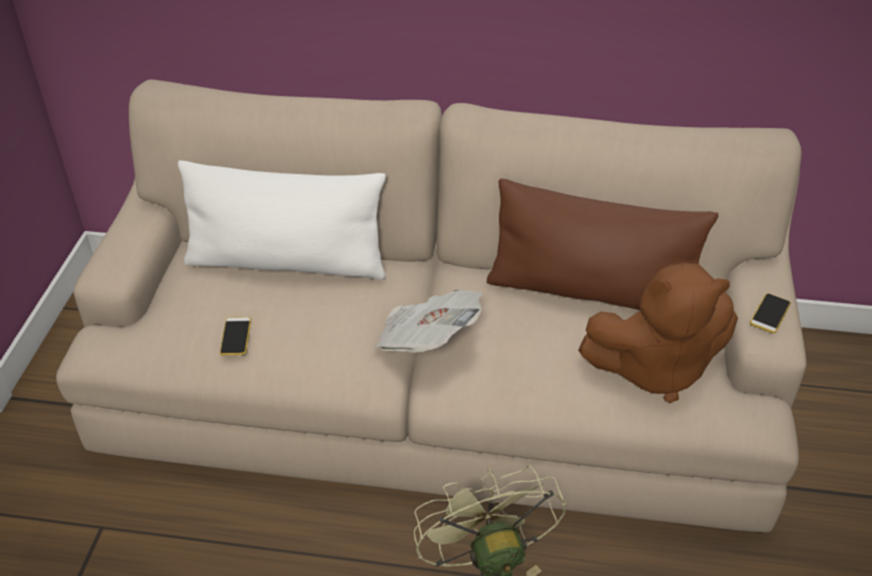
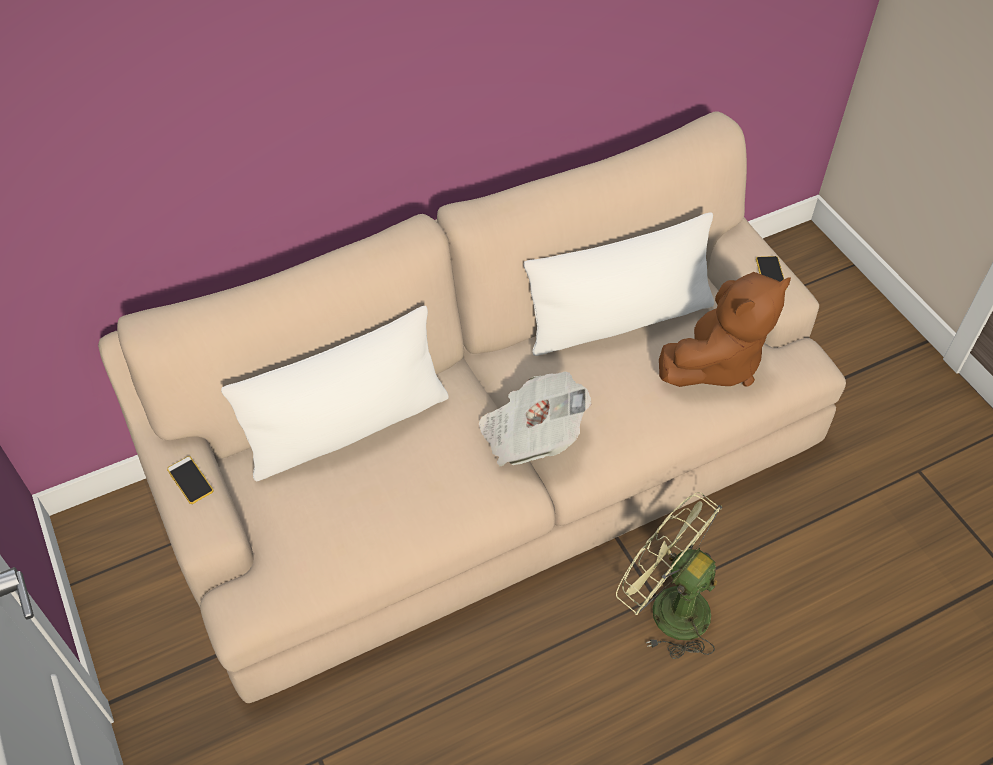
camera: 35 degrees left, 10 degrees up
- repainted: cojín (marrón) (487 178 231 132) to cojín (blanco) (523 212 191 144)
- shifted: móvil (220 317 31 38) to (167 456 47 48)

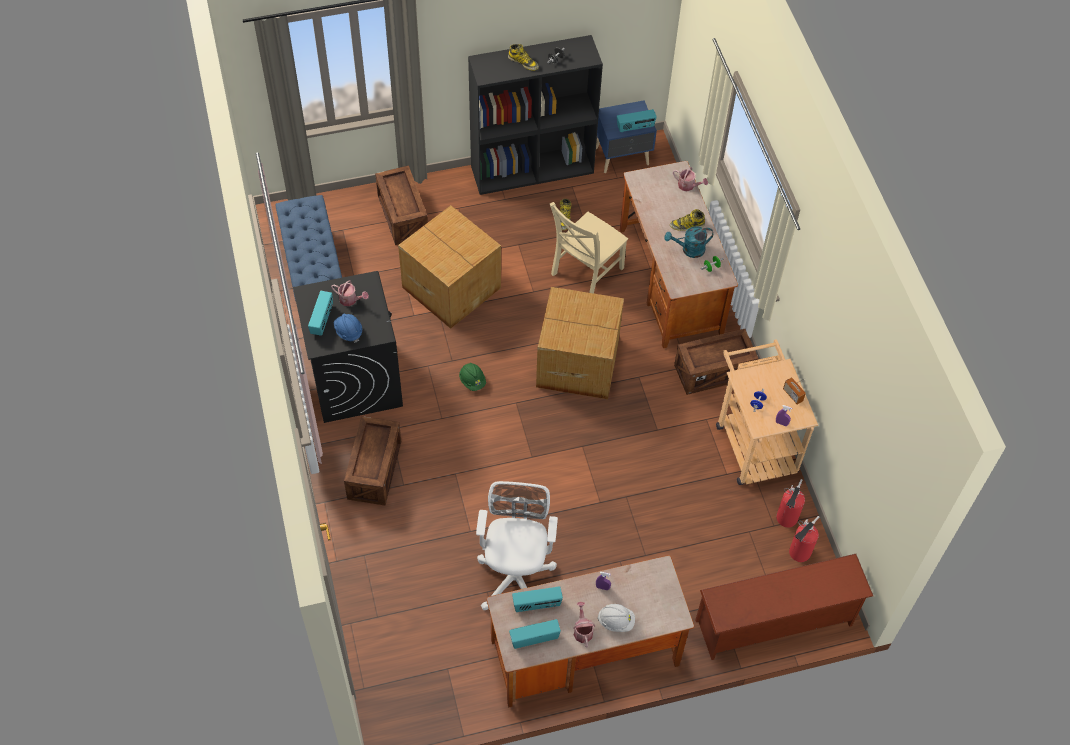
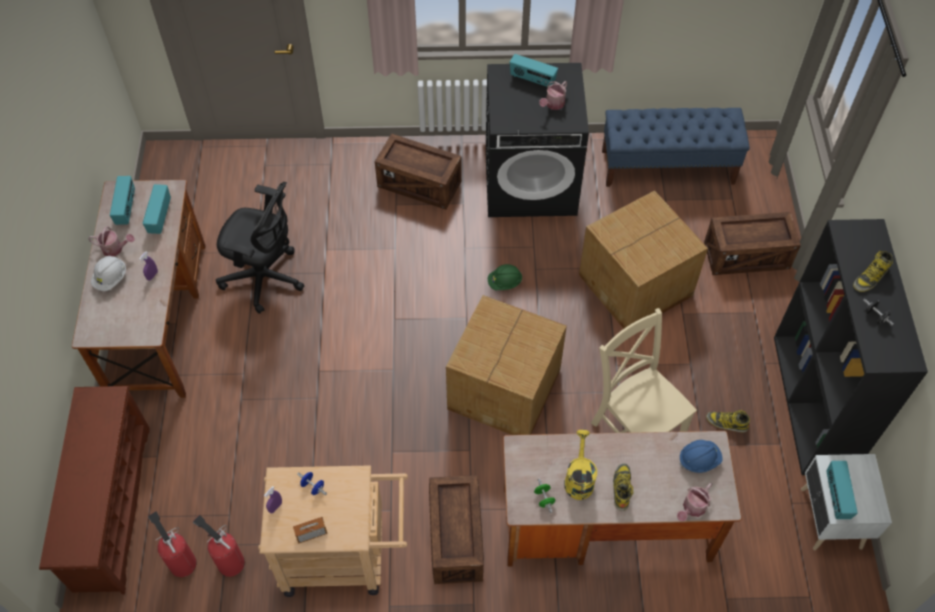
camera: 105 degrees right, 0 degrees up
- repainted: mesita de noche (azul) (596 100 61 73) to mesita de noche (blanco) (801 454 91 97)
- repainted: regadera (turquesa) (665 226 48 32) to regadera (amarillo) (564 430 33 70)
- shifted: casco (azul) (334 314 28 29) to (679 440 44 33)
- repainted: silla de oficina (blanco) (476 481 82 129) to silla de oficina (negro) (216 182 88 132)

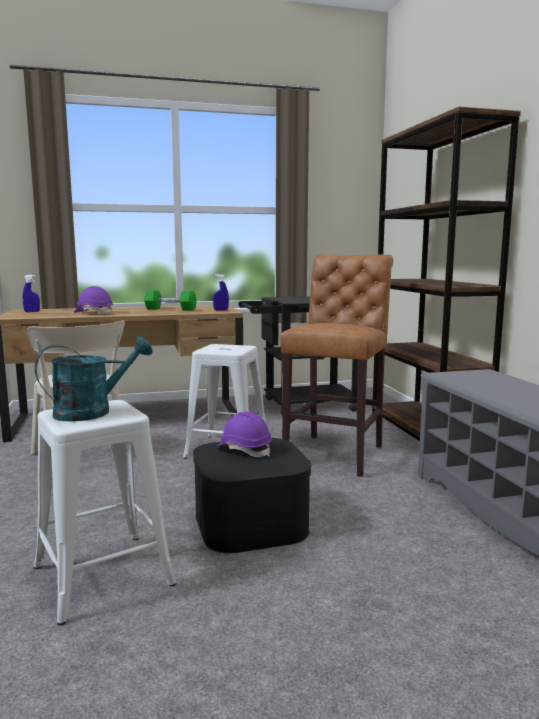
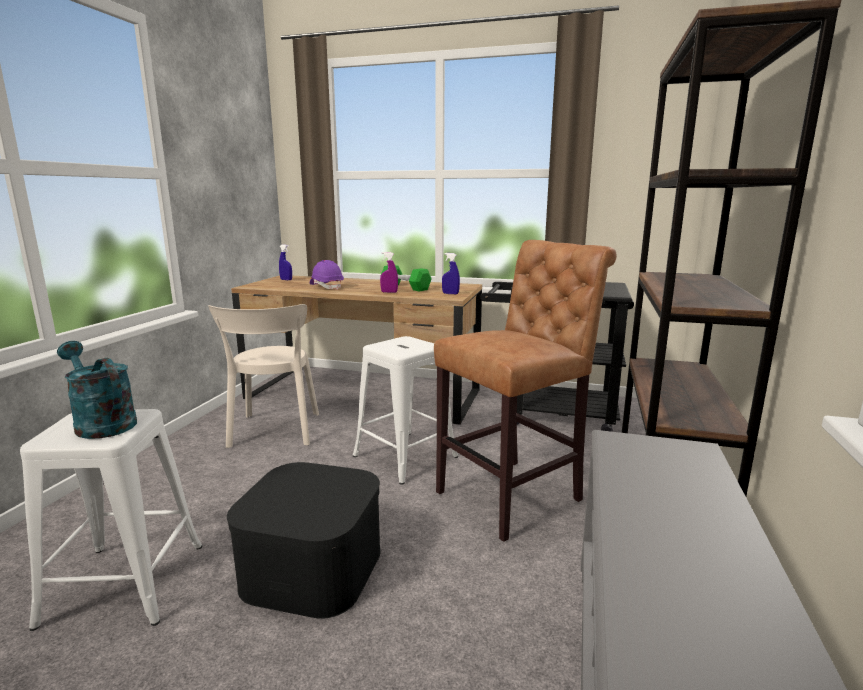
camera: 30 degrees right, 5 degrees up
- rotated: regadera (turquesa) (34 336 119 86) = (57 341 80 98) 135 degrees counterclockwise
- gone: casco (morado) (216 411 56 46)
- new: pulverizador (morado) (380 252 18 41)

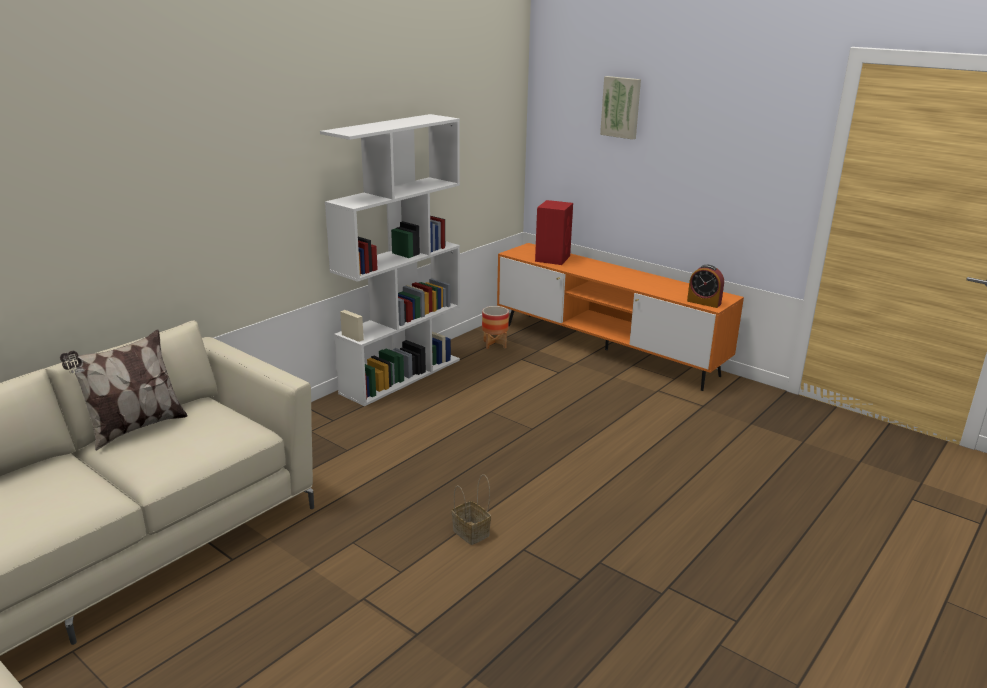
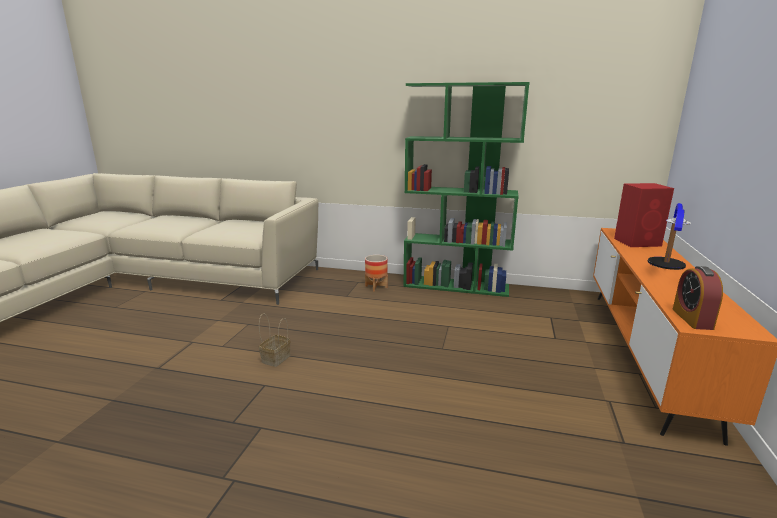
camera: 65 degrees right, 5 degrees down
- gone: cuadro (600 76 41 64)
- repainted: estantería (blanco) (320 114 140 292) to estantería (verde) (403 82 127 215)
- shifted: maceta (482 306 27 43) to (365 255 23 37)
- gone: cojín (60 329 127 122)
- new: lámpara de mesa (648 203 43 67)

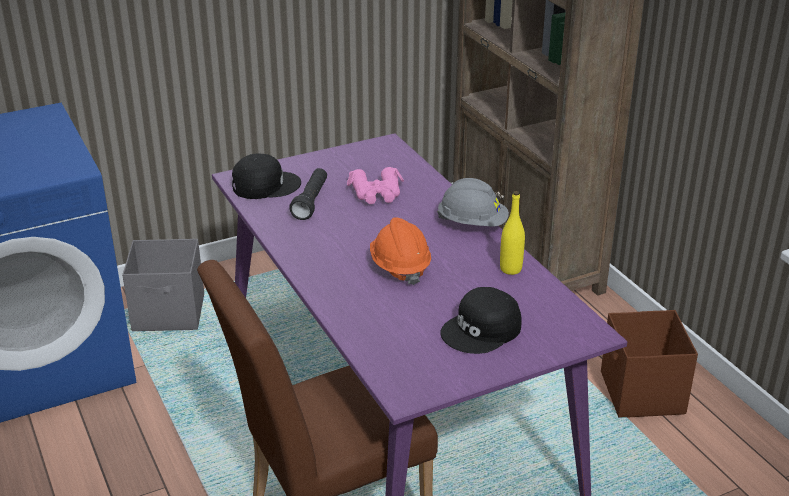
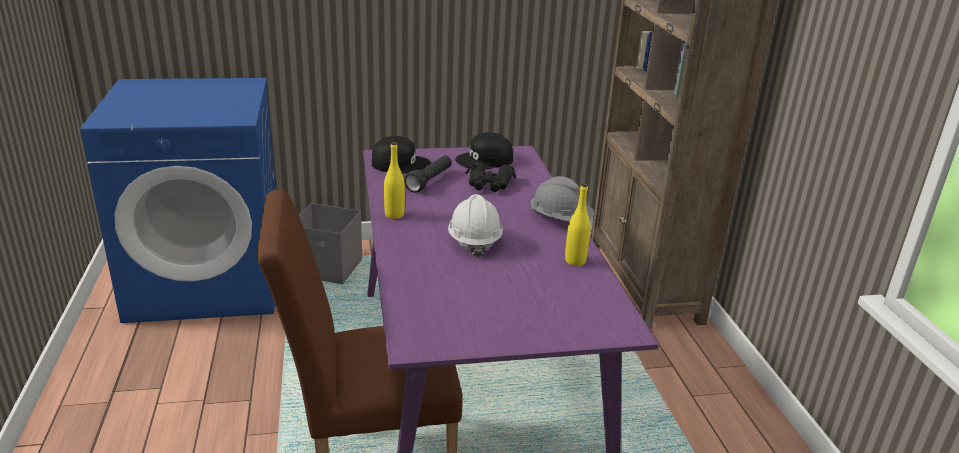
camera: 15 degrees right, 5 degrees down
- repainted: prismáticos (rosa) (347 167 57 37) to prismáticos (negro) (466 162 50 30)
- repainted: casco (naranja) (370 218 61 67) to casco (blanco) (448 194 55 63)
- shifted: gorra (negro) (440 287 82 67) to (455 132 58 37)
- gone: caja de almacenaje (marrón) (601 310 97 108)
- new: botella (amarillo) (384 142 21 77)

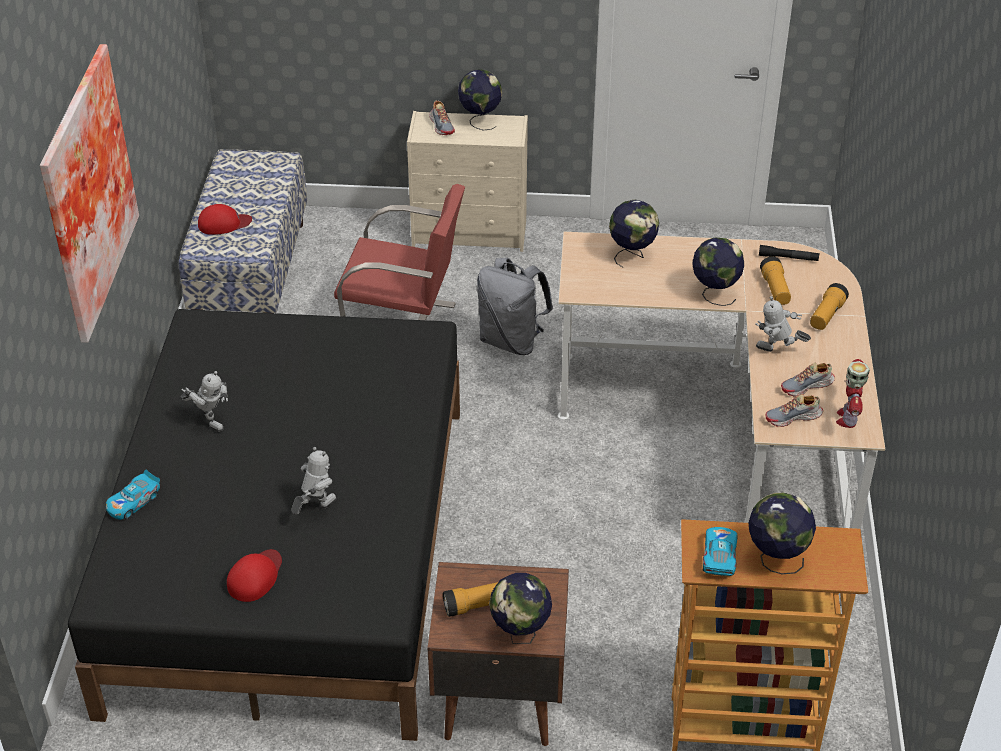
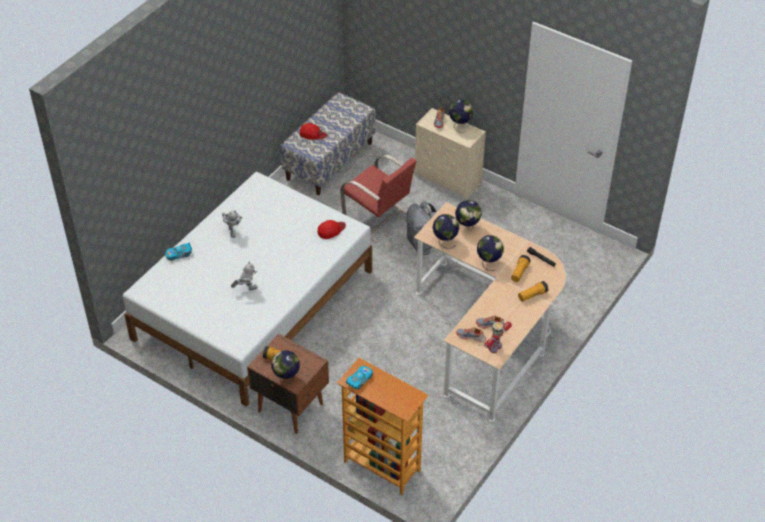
camera: 30 degrees right, 5 degrees up
- gone: cuadro (40 44 99 299)
- gone: robot de juguete (755 296 56 56)
- repainted: cama (negro) (68 309 392 432) to cama (blanco) (123 172 249 235)
- shifted: globo terráqueo (749 492 67 82) to (433 214 26 35)
- shifted: gorra (rojo) (227 549 55 53) to (318 220 28 19)

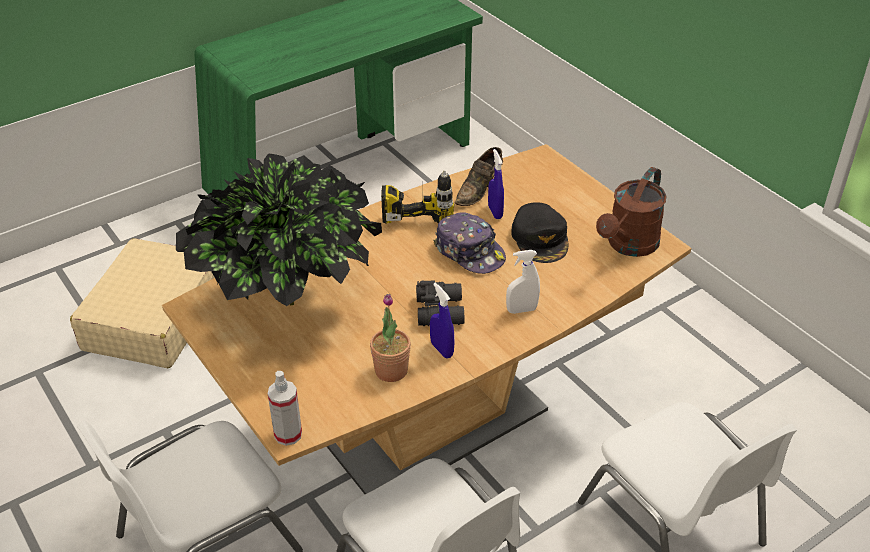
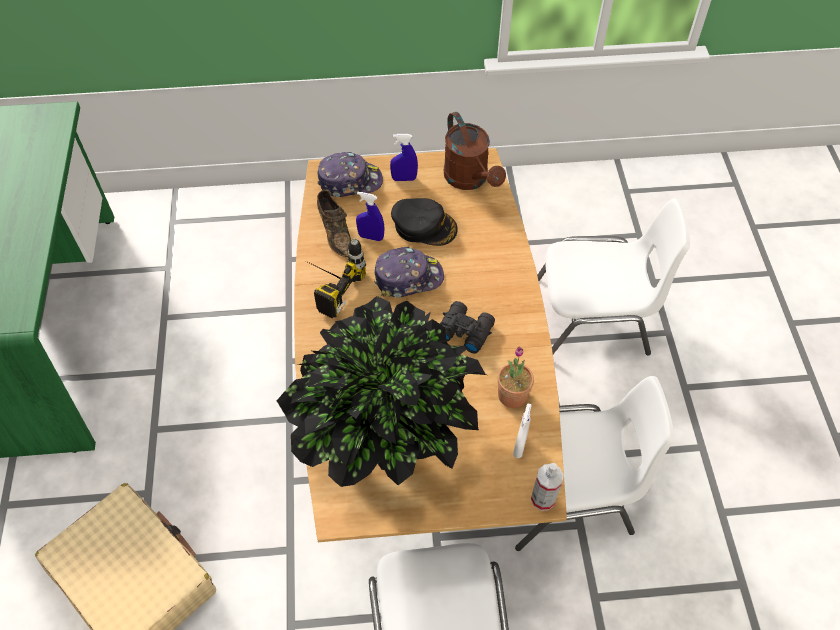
camera: 60 degrees left, 15 degrees up
- shifted: pulverizador (blanco) (506 250 34 64) to (513 404 19 54)
- shifted: pulverizador (azul) (430 283 25 75) to (390 134 28 47)
- new: gorra (317 152 66 45)

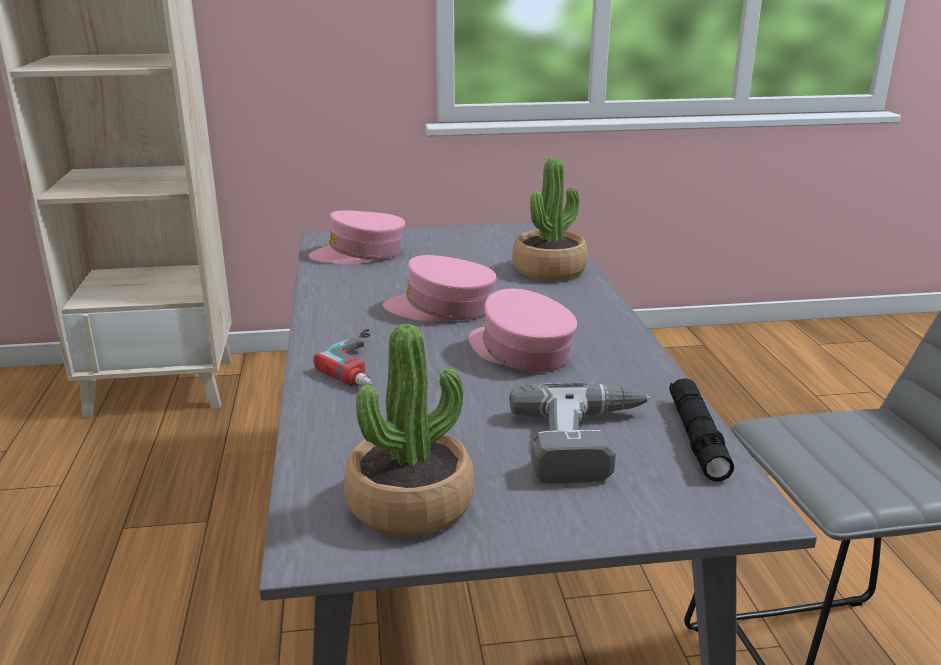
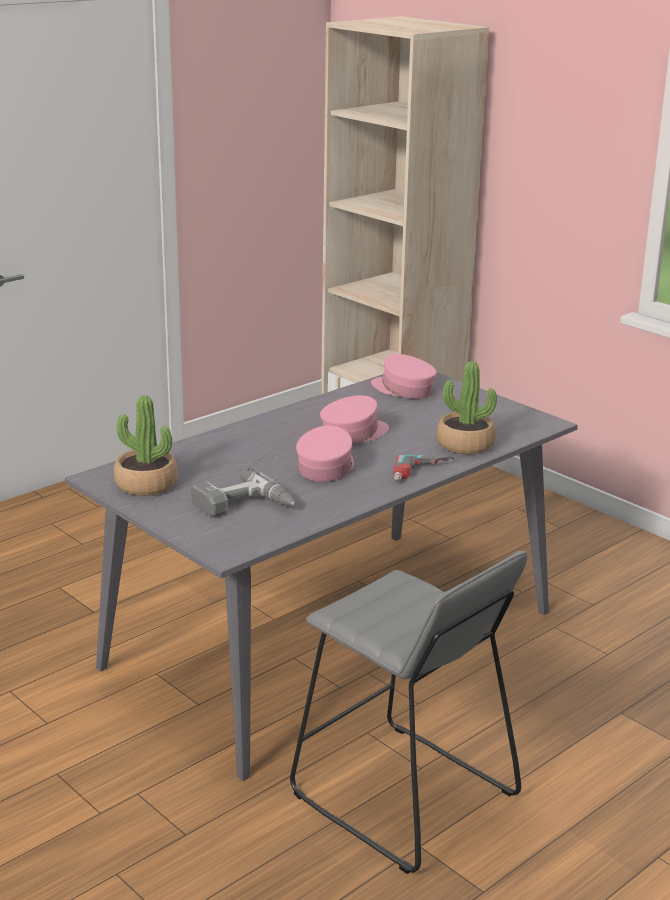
camera: 55 degrees right, 0 degrees up
- rotated: gorra (rosa) (383 255 113 66) = (320 395 69 49) 75 degrees clockwise
- shifted: taladro (313 329 59 57) to (393 454 61 27)
- gone: linterna (negro) (669 378 65 104)

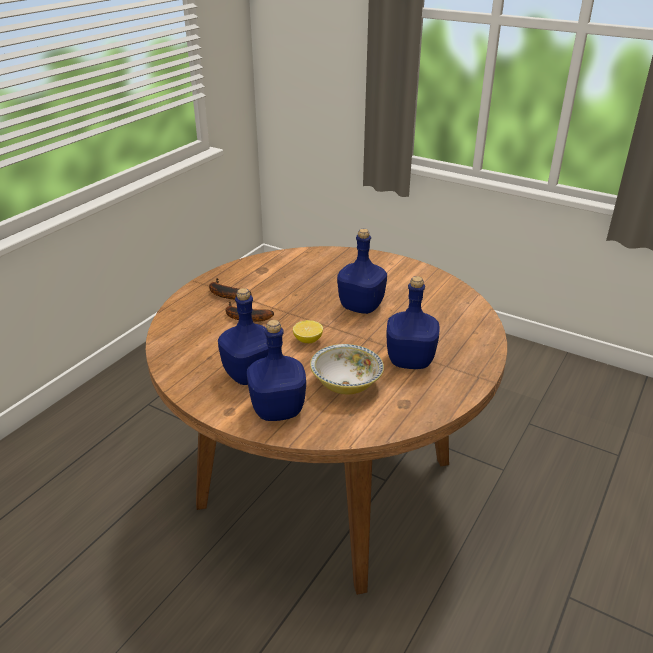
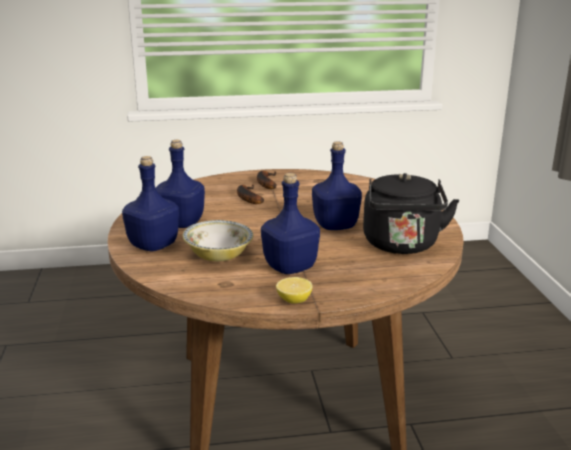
camera: 50 degrees right, 10 degrees down
- shifted: limón (293 320 30 23) to (276 277 37 27)
- new: hervidor (negro) (363 173 96 81)

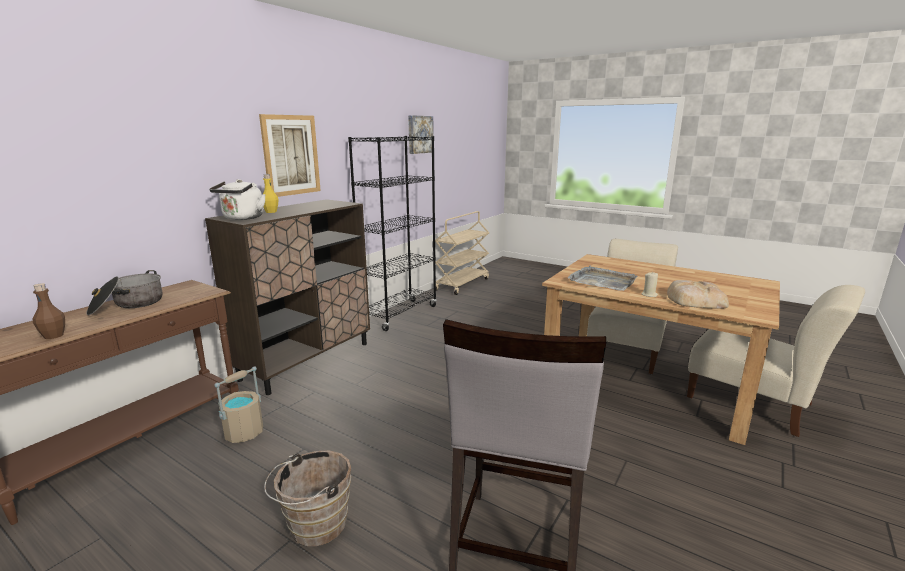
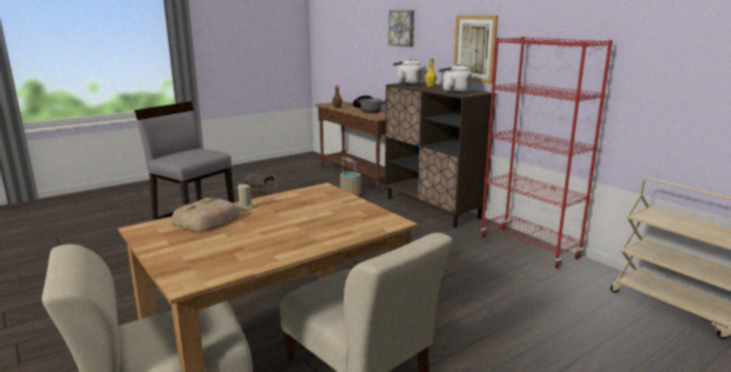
camera: 110 degrees right, 0 degrees up
- shifted: cuadro (408 115 26 39) to (388 10 26 37)
- repainted: estantería (negro) (348 136 89 195) to estantería (rojo) (480 37 133 232)
- gone: bandeja (gris) (568 266 70 25)
- new: hervidor (blanco) (439 64 33 29)

